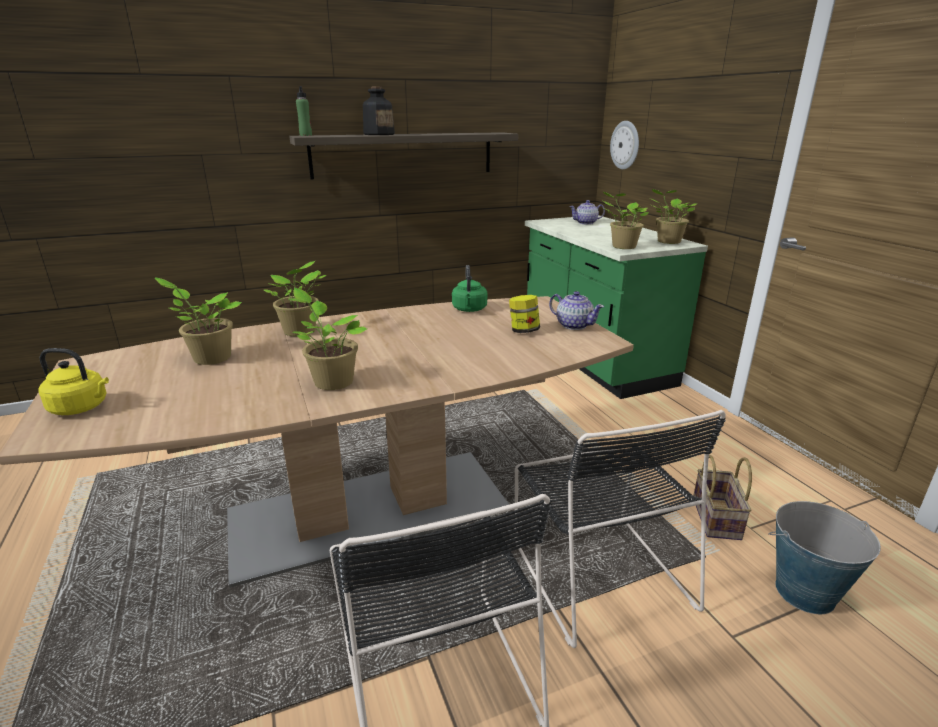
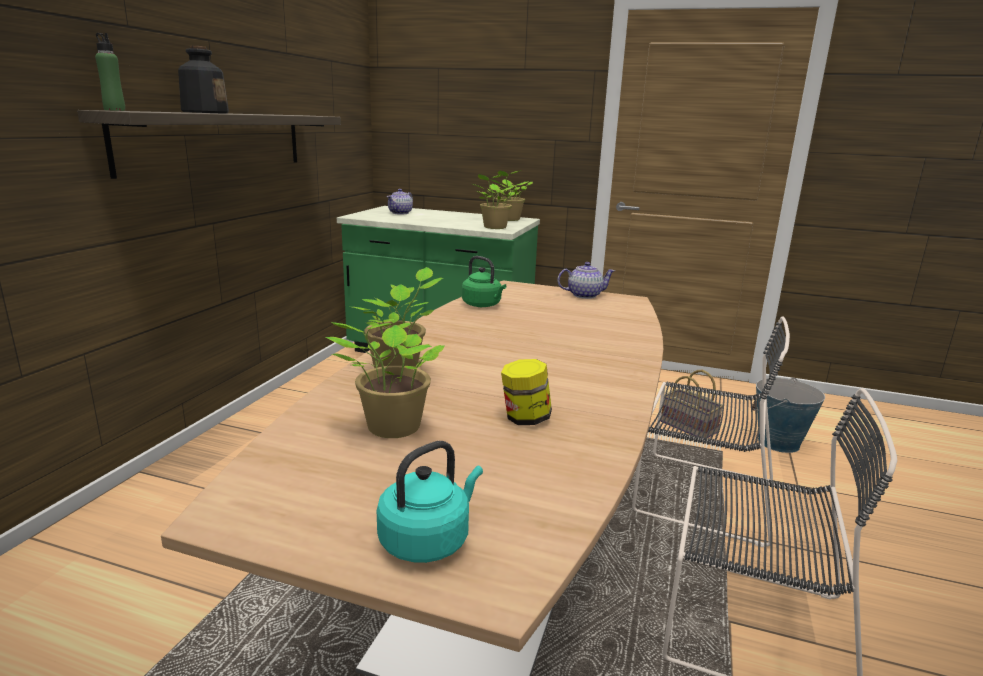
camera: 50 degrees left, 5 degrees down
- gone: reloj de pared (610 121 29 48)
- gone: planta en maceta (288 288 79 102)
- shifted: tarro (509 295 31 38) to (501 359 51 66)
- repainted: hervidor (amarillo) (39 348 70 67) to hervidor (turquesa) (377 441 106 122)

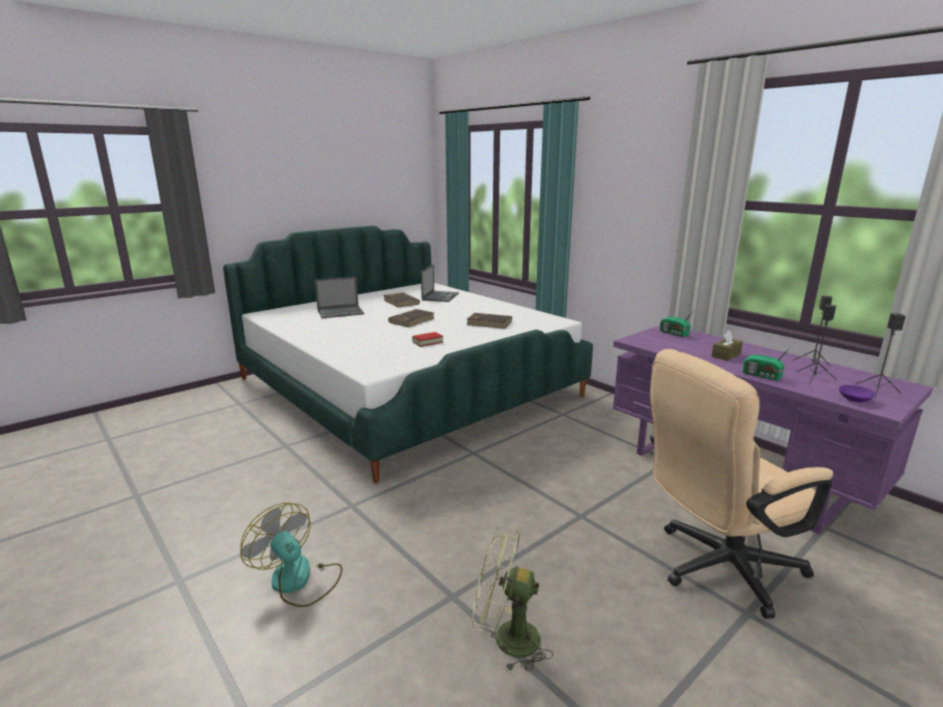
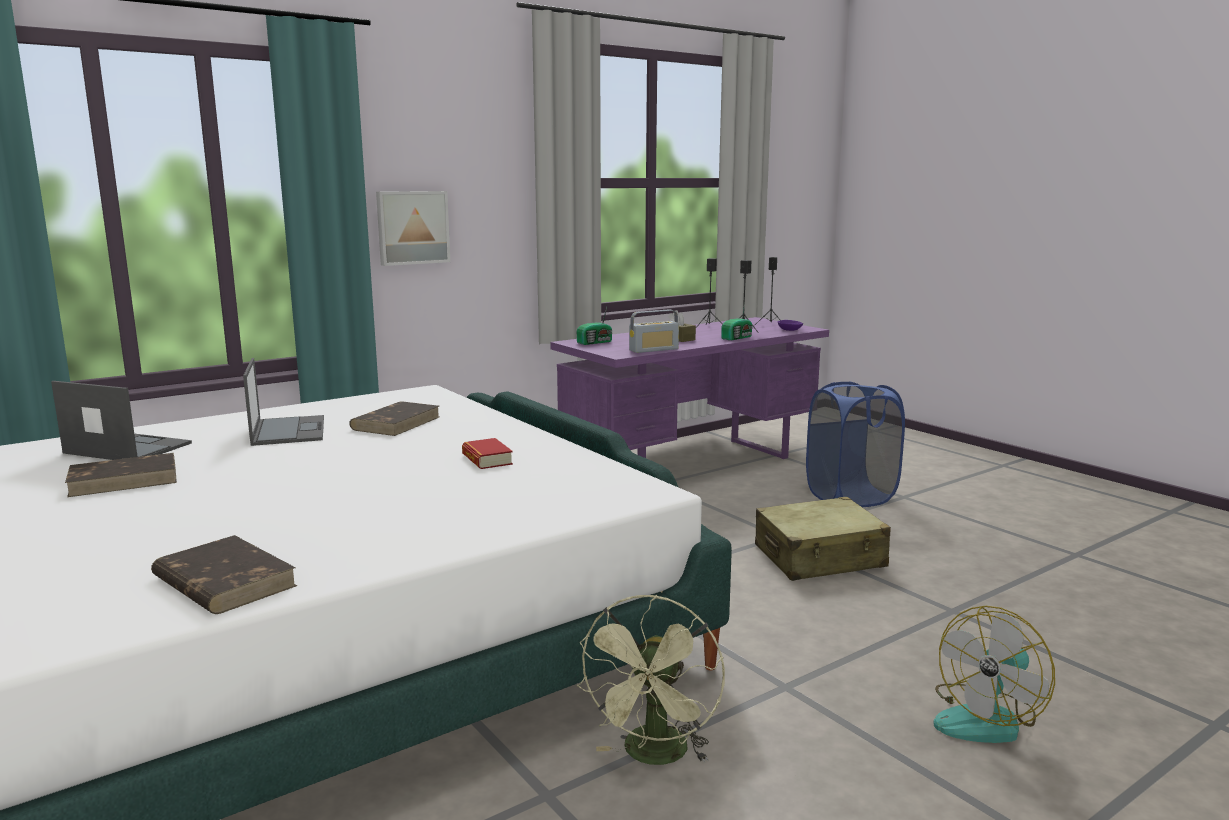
camera: 85 degrees left, 5 degrees down
- shifted: portátil (315 277 49 41) to (243 358 81 88)
- shifted: libro (marrón) (388 309 47 18) to (151 535 146 79)
- swapped: silla de oficina (beis) (650 349 183 270) to cesto de la ropa (azul) (806 381 99 126)
- shifted: ventilador (verde) (472 524 81 148) to (577 595 148 170)
- new: cuadro (376 191 74 75)
- new: radio (629 309 50 44)
- new: maleta (beis) (755 497 136 84)

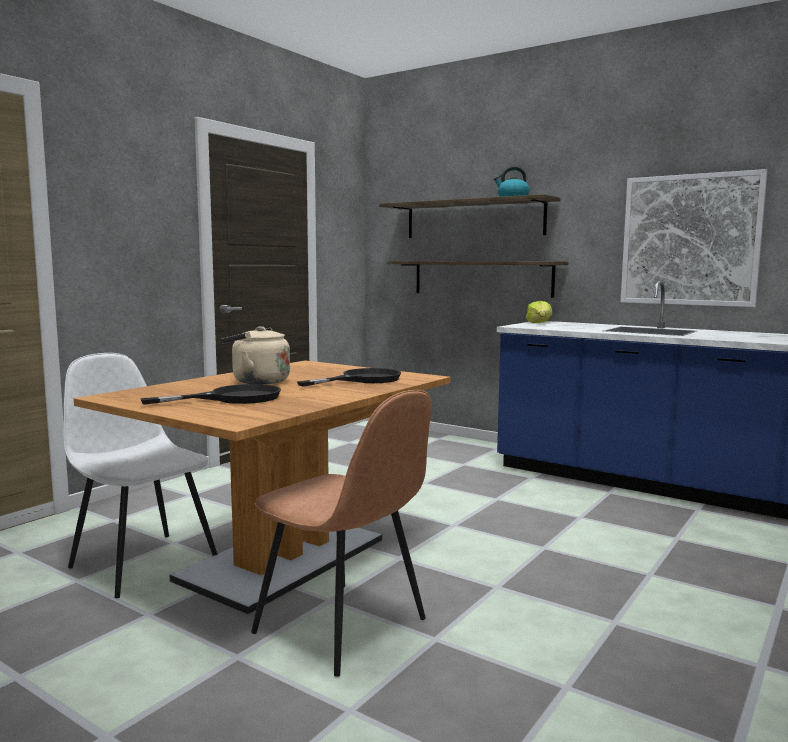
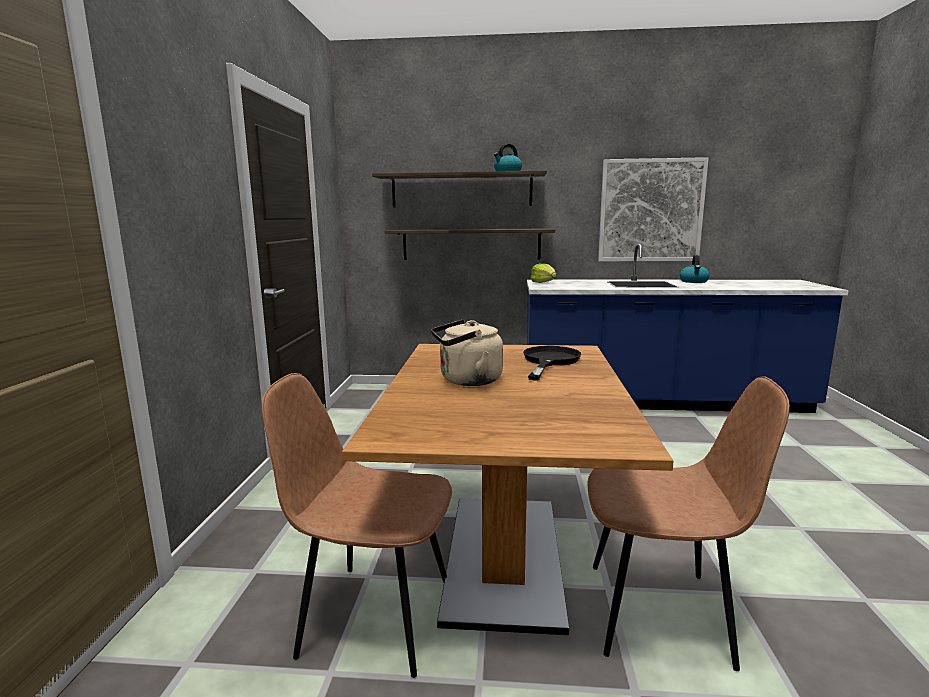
camera: 30 degrees left, 5 degrees up
- repainted: silla (blanco) (63 353 154 245) to silla (marrón) (262 373 190 305)
- gone: sartén (negro) (140 384 141 21)
- new: hervidor (680 255 30 28)

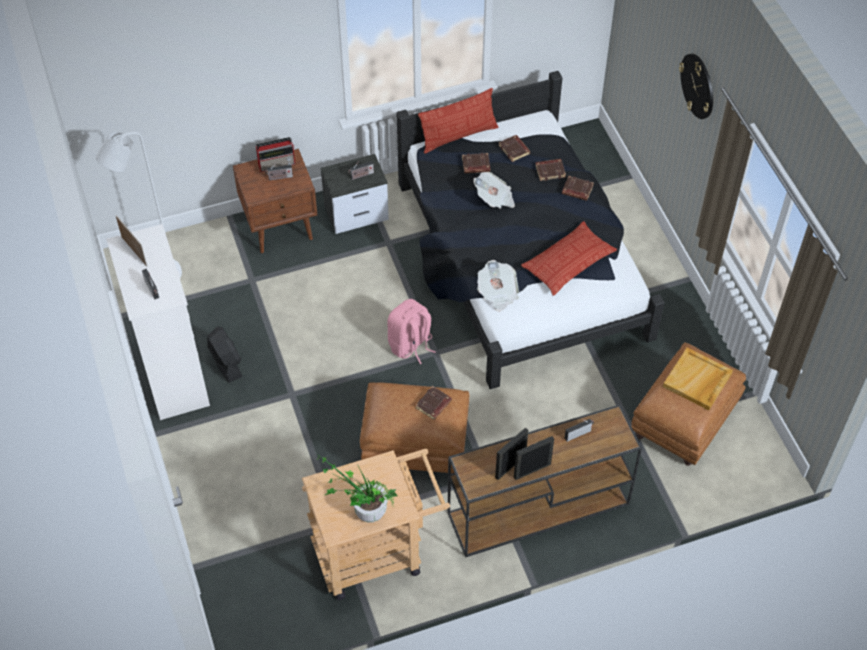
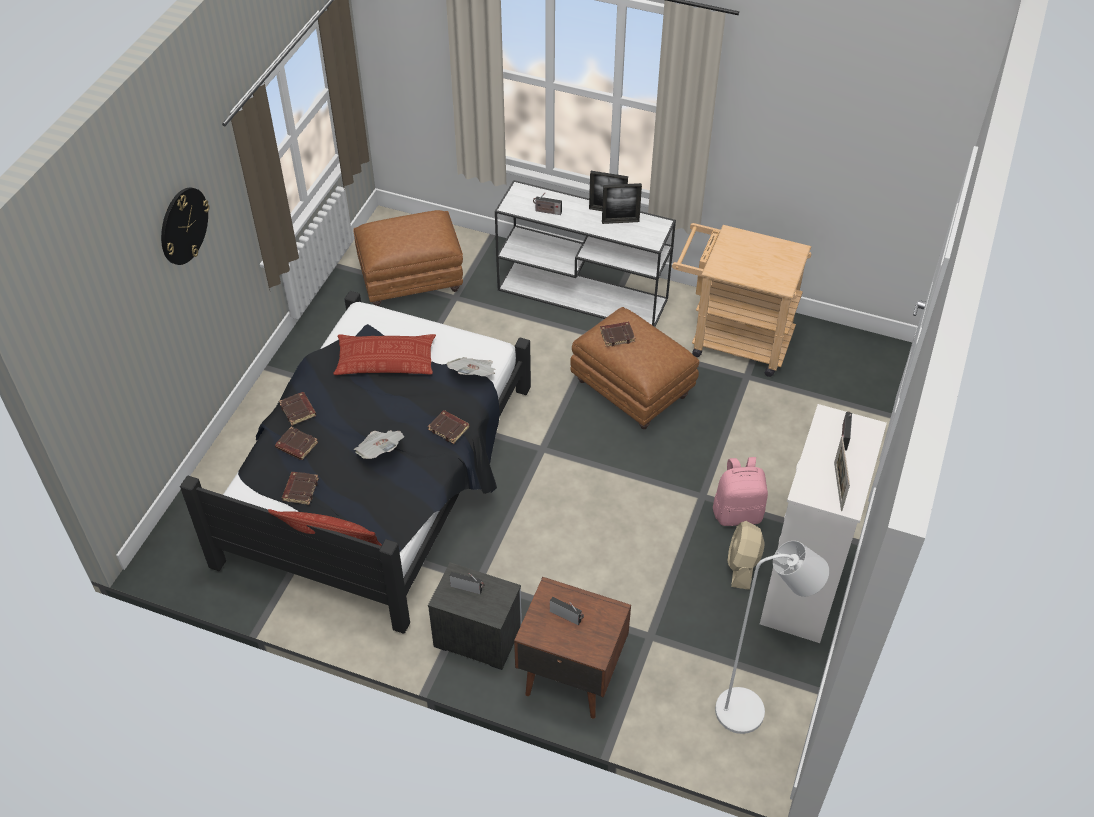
camera: 140 degrees left, 5 degrees down
- gone: radio (256 137 39 35)
- shifted: libro (marrón) (462 153 28 20) to (428 410 42 34)
- shifted: mochila (rosa) (388 299 47 65) to (713 457 55 69)
- repainted: ventilador (negro) (207 327 36 56) to ventilador (beis) (728 521 37 69)
- gone: bandeja (beis) (663 348 70 62)
- repainted: mesa consola (marrón) (448 404 194 154) to mesa consola (blanco) (495 180 181 147)
- gone: planta en maceta (316 453 81 70)

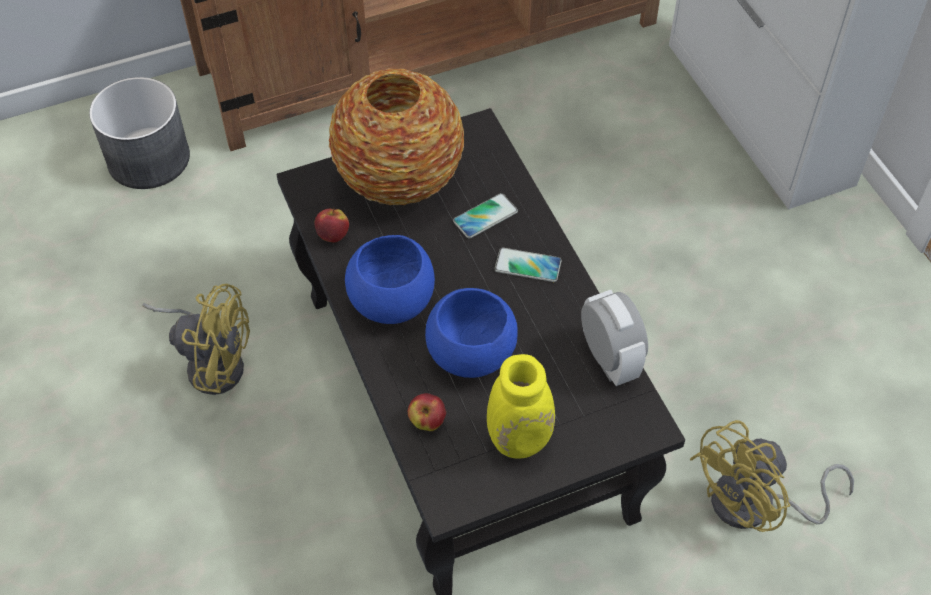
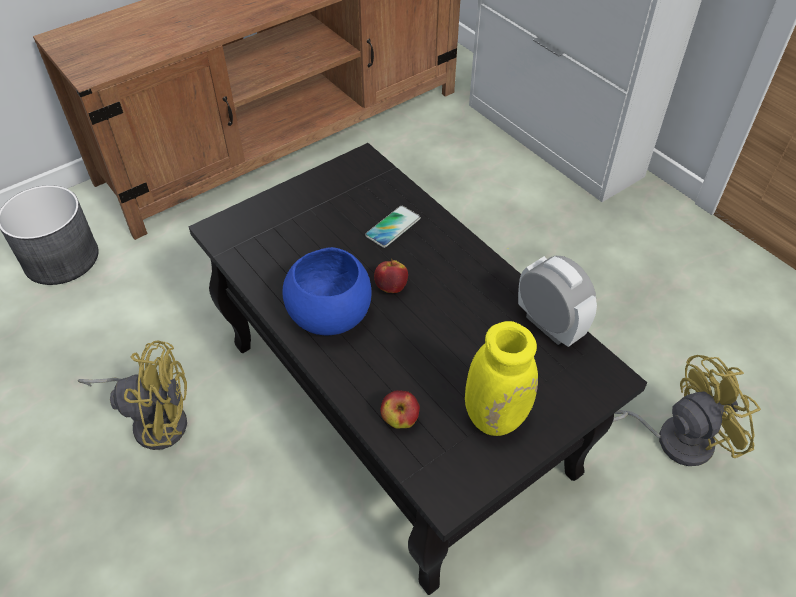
camera: 15 degrees left, 5 degrees down
- gone: florero (329 68 135 137)
- shifted: manzana (314 208 35 35) to (374 259 34 34)
- gone: móvil (495 248 67 34)
- gone: cuenco (azul) (425 288 93 90)
- rotated: ventilador (amarillo) (690 420 164 112) = (613 355 148 111) 150 degrees counterclockwise

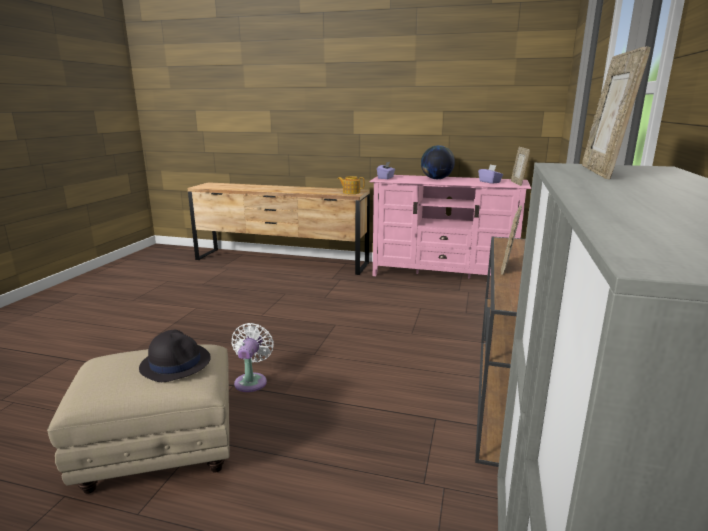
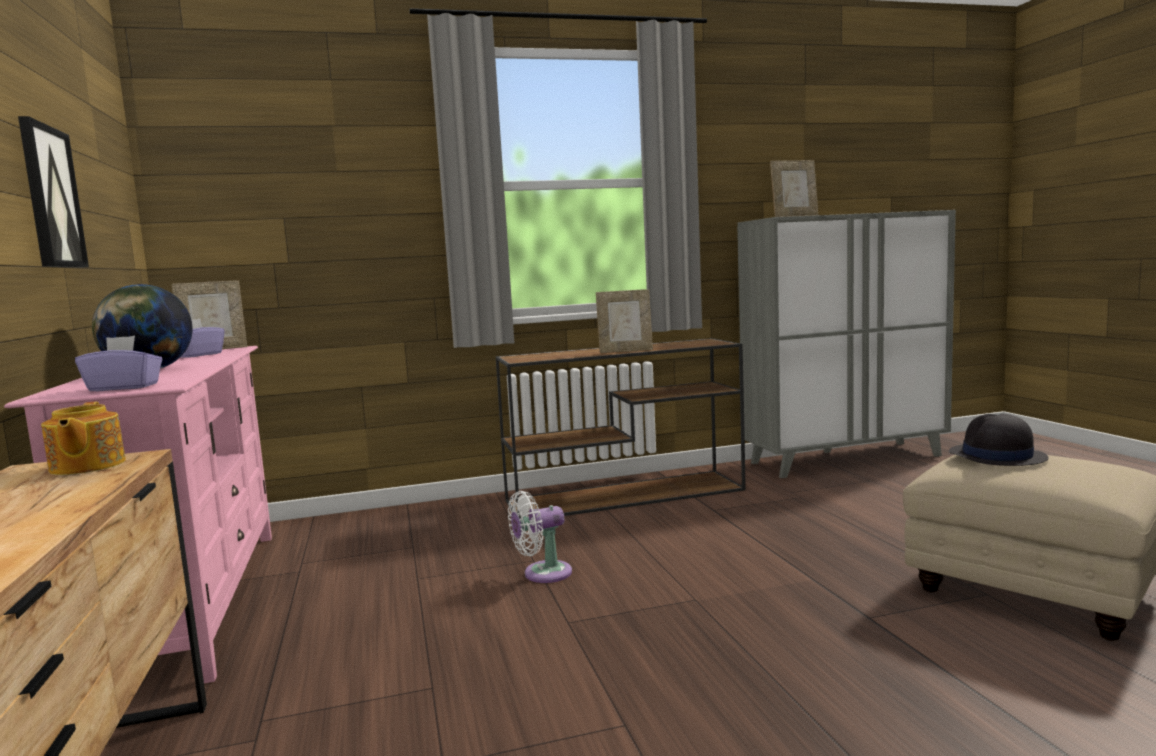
camera: 120 degrees left, 10 degrees down
- shifted: ventilador (blanco) (232 323 42 69) to (508 491 64 92)
- new: cuadro (18 116 71 152)

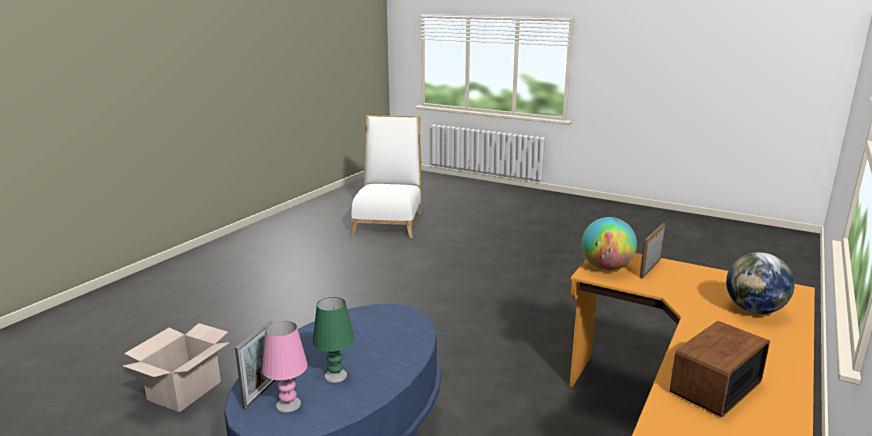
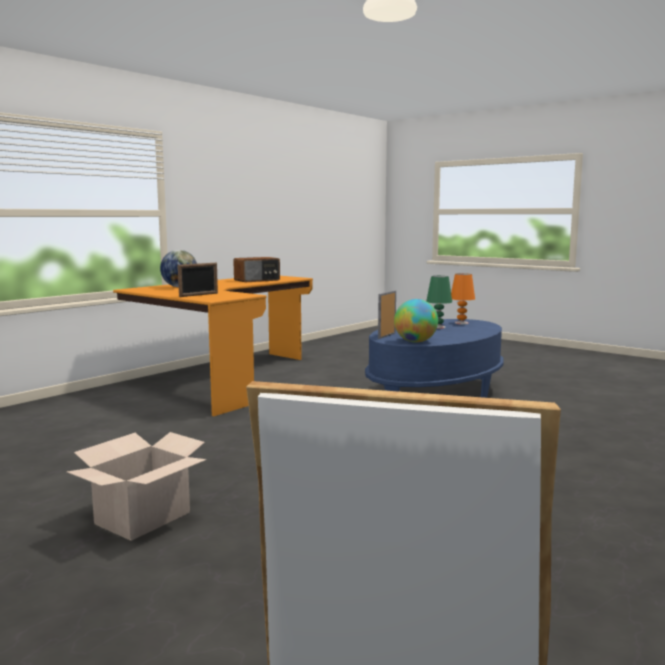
camera: 170 degrees left, 10 degrees down
- shifted: globo terráqueo (582 217 55 53) to (394 299 44 44)
- shifted: portarretratos (235 320 41 89) to (378 290 18 49)
- repainted: lámpara de mesa (rosa) (262 321 46 92) to lámpara de mesa (naranja) (451 273 24 52)
- shifted: caja de cartón (123 323 107 89) to (67 432 140 109)

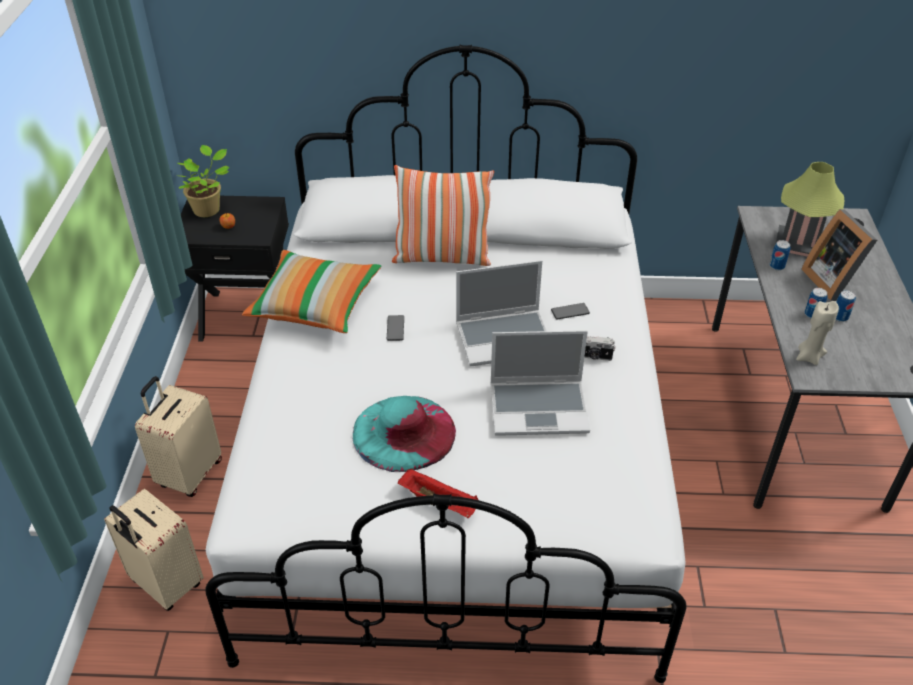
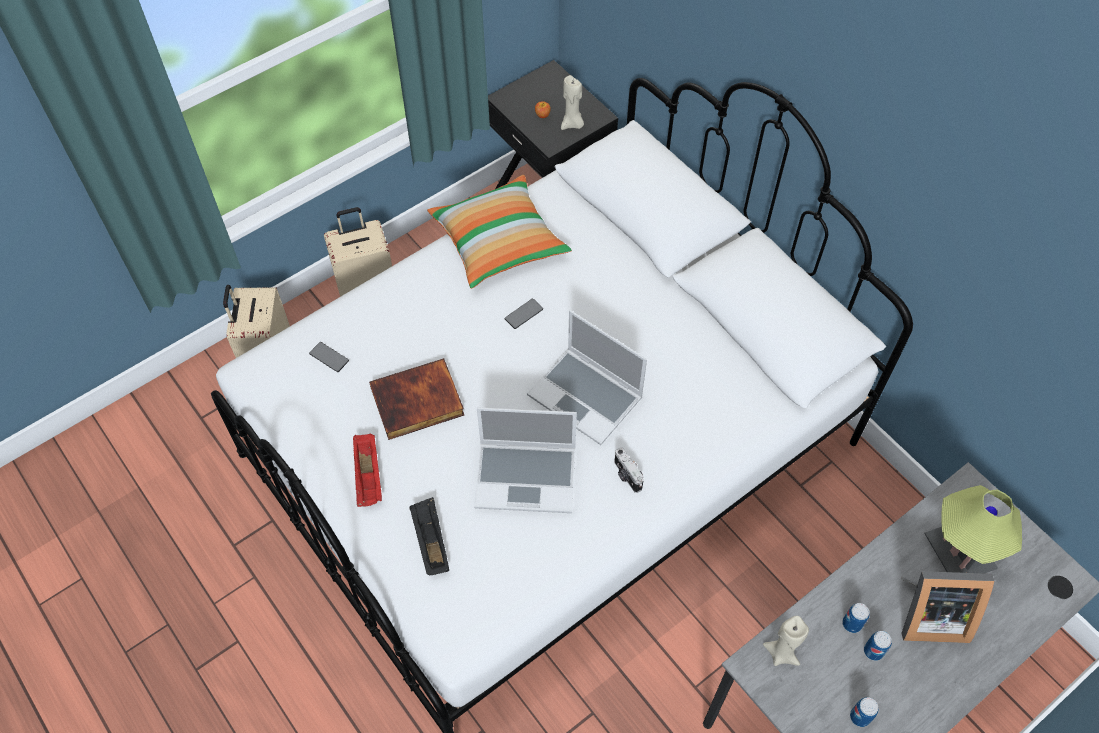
camera: 50 degrees right, 15 degrees up
- gone: planta en maceta (177 145 53 72)
- gone: cojín (392 165 102 101)
- rotated: portarretratos (801 209 76 92) = (901 571 93 72) 120 degrees counterclockwise
- shifted: lata (769 240 21 30) to (850 697 29 30)
- shifted: móvil (551 303 39 17) to (309 342 40 30)
- rotated: portátil (490 330 100 106) = (474 407 103 106) 45 degrees counterclockwise
- swapped: sombrero (turquesa) (353 396 103 76) to libro (369 358 95 82)
- new: vela (beis) (561 75 23 55)
- new: bandeja (negro) (409 497 40 78)

